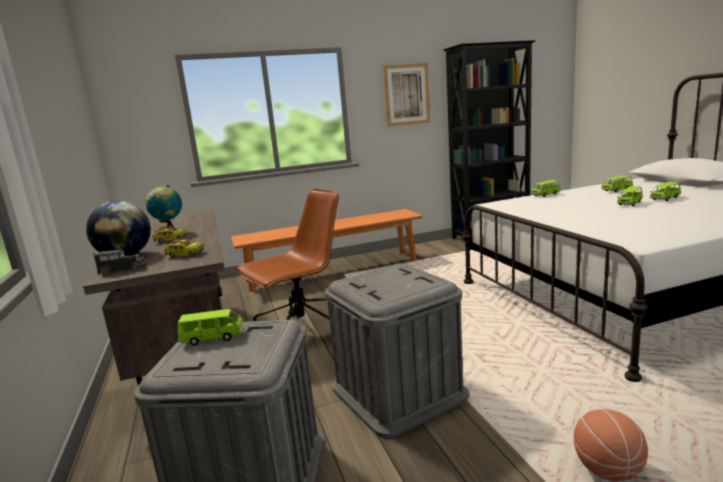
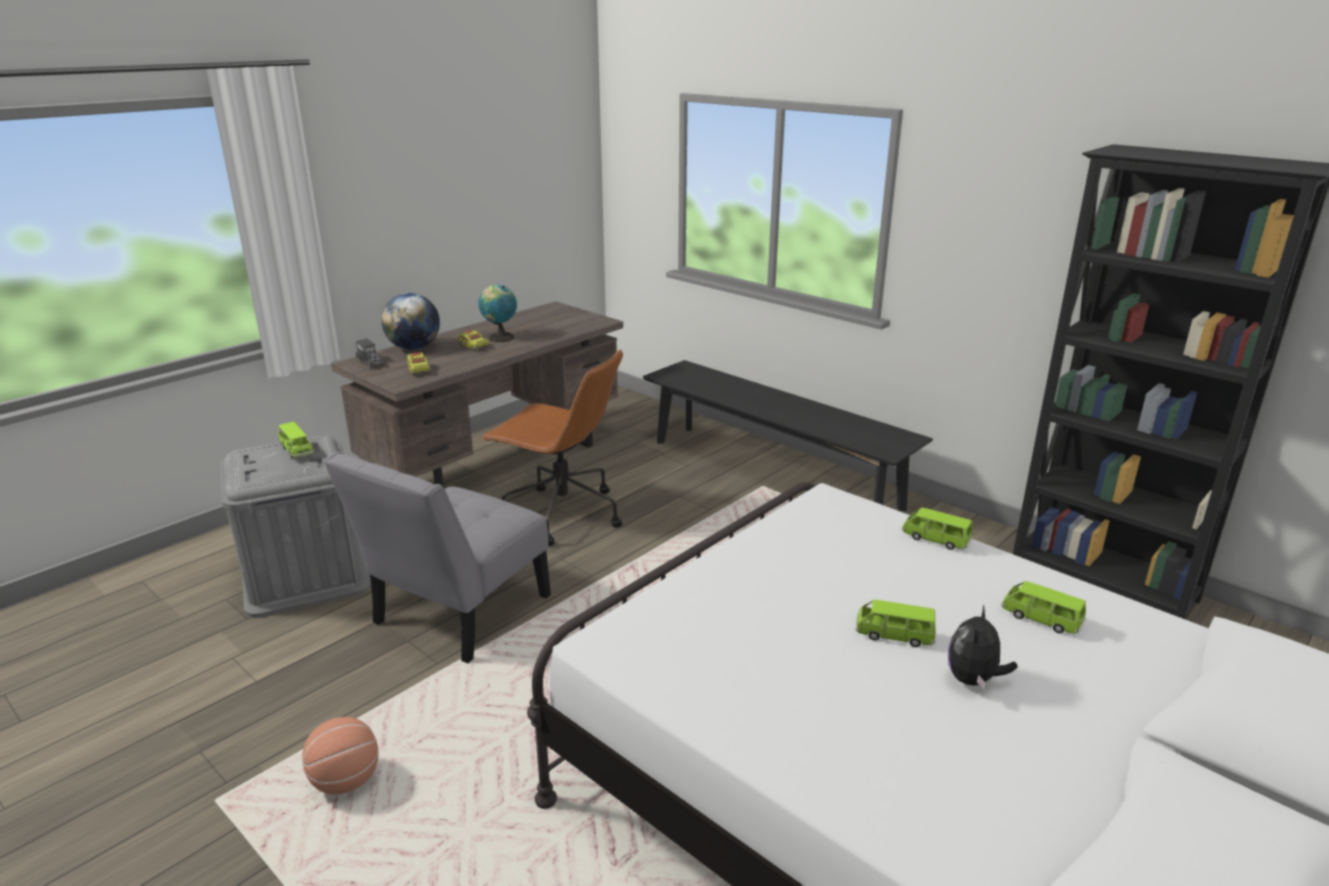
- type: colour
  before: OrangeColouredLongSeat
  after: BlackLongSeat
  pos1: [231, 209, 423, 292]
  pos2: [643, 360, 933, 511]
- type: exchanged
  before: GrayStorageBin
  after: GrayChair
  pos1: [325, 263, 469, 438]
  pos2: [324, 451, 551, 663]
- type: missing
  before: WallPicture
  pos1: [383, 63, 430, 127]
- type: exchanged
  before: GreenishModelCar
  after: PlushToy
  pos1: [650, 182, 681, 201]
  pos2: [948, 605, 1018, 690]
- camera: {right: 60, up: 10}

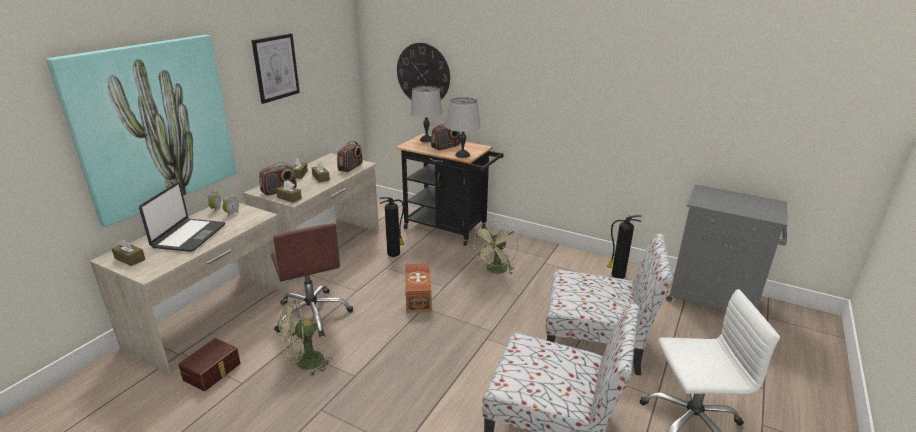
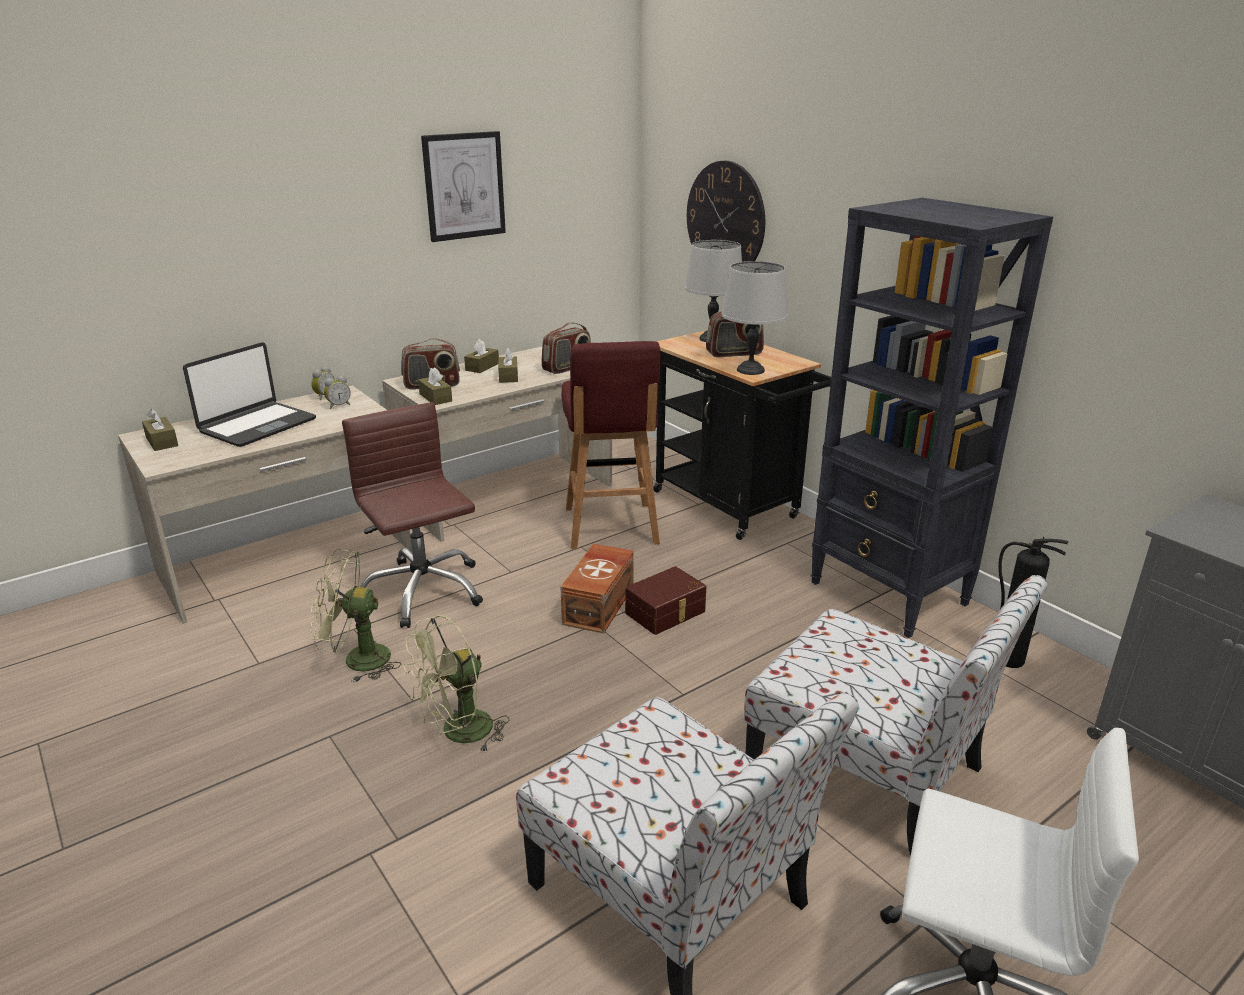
- type: missing
  before: WallPicture
  pos1: [46, 35, 237, 227]
- type: relocated
  before: BrownColouredStorageBin
  pos1: [178, 338, 241, 391]
  pos2: [625, 566, 706, 635]
- type: spun
  before: BrownColouredDeskChair
  pos1: [271, 223, 353, 337]
  pos2: [342, 402, 483, 628]
  turn: 150
- type: exchanged
  before: FireFightingCylinder
  after: RedColouredStoolSeat
  pos1: [380, 197, 404, 257]
  pos2: [562, 341, 661, 550]
- type: relocated
  before: GreenishFan
  pos1: [472, 220, 518, 274]
  pos2: [404, 615, 509, 753]
- type: appeared
  after: BlackShelvingUnit
  pos2: [810, 198, 1053, 638]
- camera: {right: 25, up: 0}

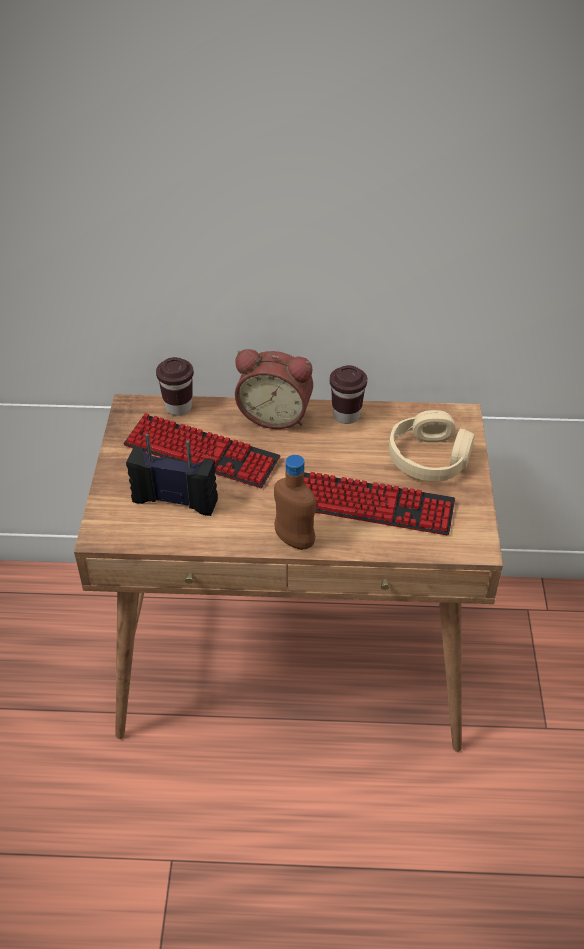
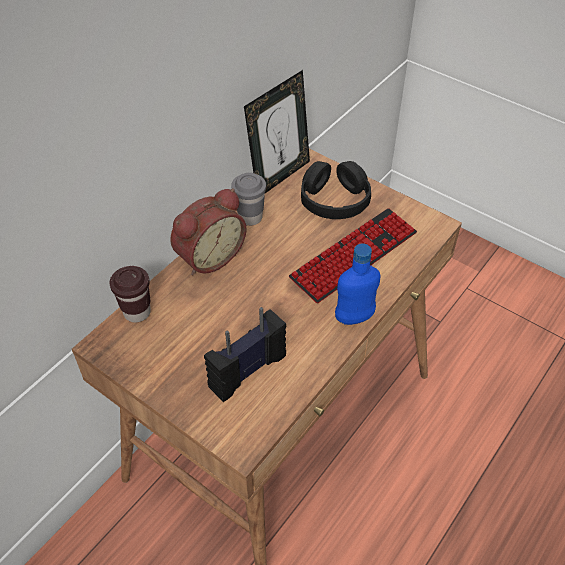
- type: missing
  before: Keyboard
  pos1: [123, 413, 280, 488]
- type: colour
  before: BrownColouredBeverageBottle
  after: BlueBeverageBottle
  pos1: [274, 455, 316, 550]
  pos2: [335, 243, 380, 325]
- type: colour
  before: BrownColouredDrinkingCup
  after: GrayDrinkingCup
  pos1: [330, 365, 367, 424]
  pos2: [231, 173, 266, 226]
- type: colour
  before: SandColouredHeadphones
  after: BlackHeadphones
  pos1: [389, 410, 475, 481]
  pos2: [301, 161, 371, 219]
- type: appeared
  after: PhotoFrame
  pos2: [244, 70, 310, 193]
- camera: {right: -55, up: 5}

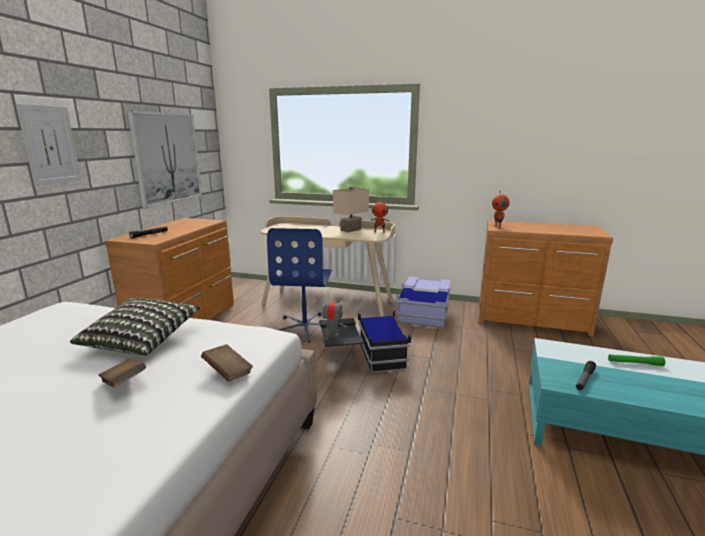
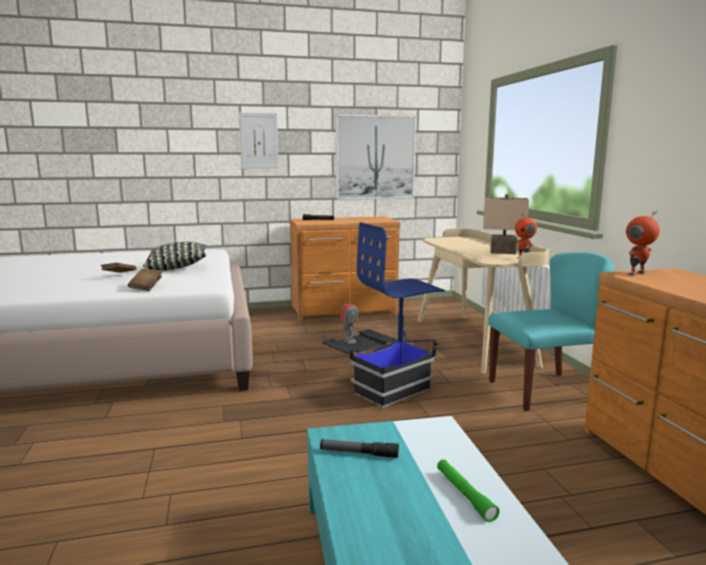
- type: exchanged
  before: BlueStorageBin
  after: TurquoiseColouredChair
  pos1: [396, 276, 451, 328]
  pos2: [488, 252, 614, 411]
- camera: {right: 60, up: -5}

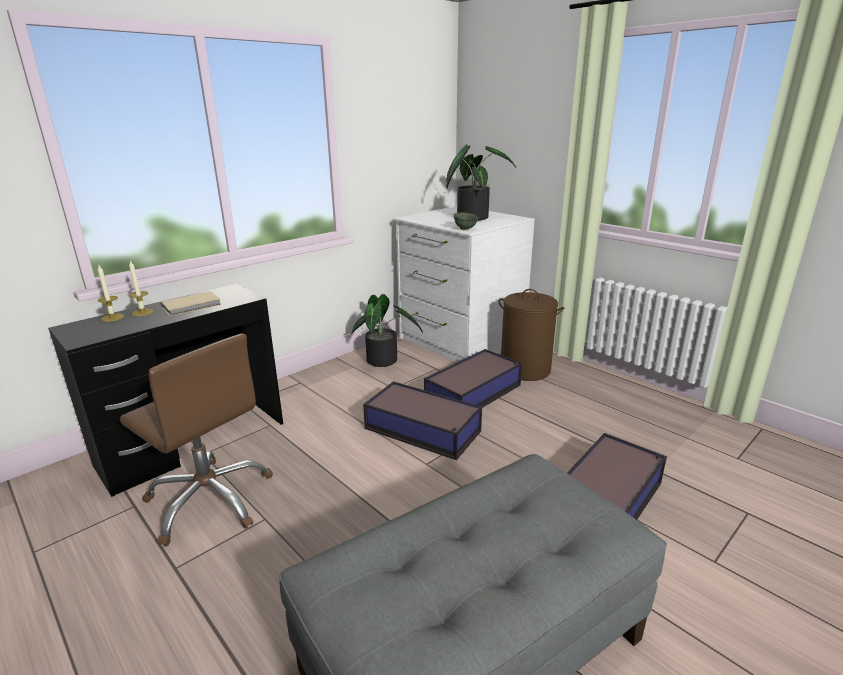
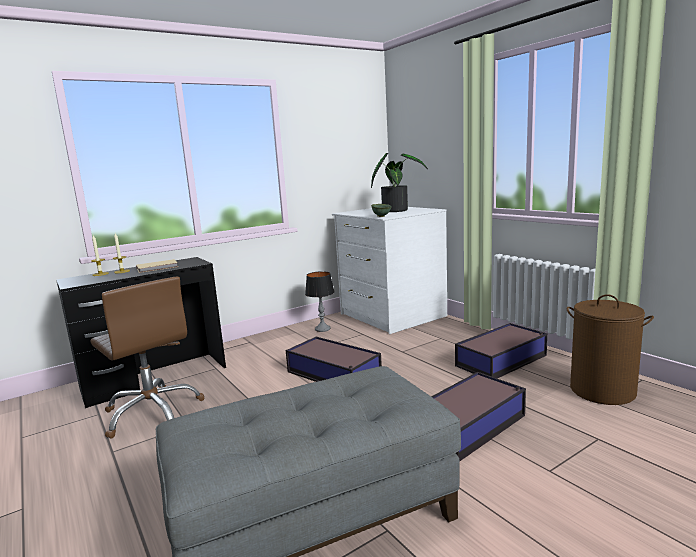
- type: exchanged
  before: PottedPlant
  after: LampForATable
  pos1: [351, 294, 423, 367]
  pos2: [305, 271, 335, 332]
- type: relocated
  before: StorageBin
  pos1: [424, 349, 522, 408]
  pos2: [455, 323, 548, 378]
- type: relocated
  before: BrownColouredWashingBasket
  pos1: [498, 289, 564, 381]
  pos2: [567, 294, 654, 405]
- camera: {right: 10, up: -10}

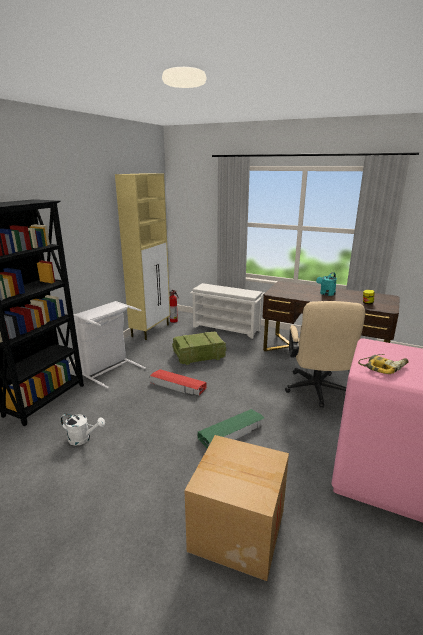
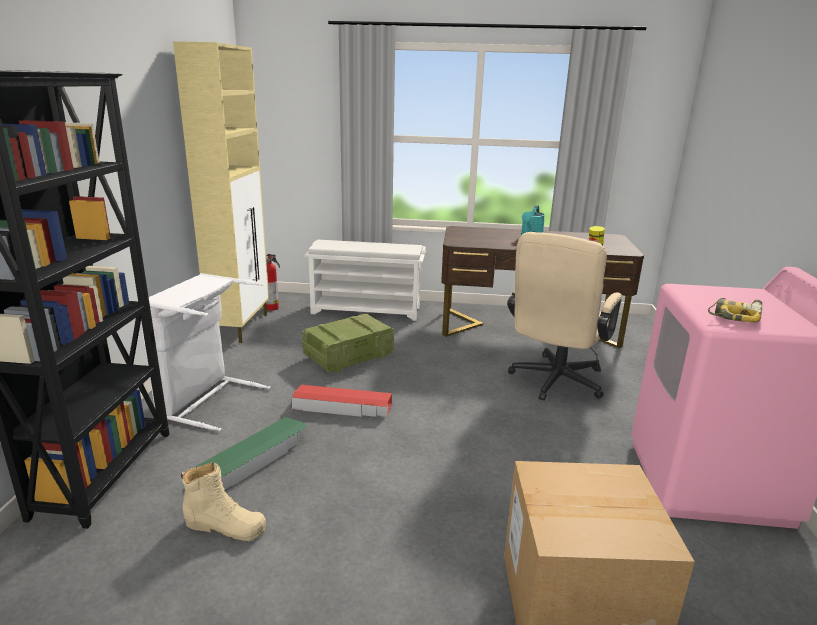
- type: exchanged
  before: WhiteWateringCan
  after: SandColouredBoot
  pos1: [60, 414, 105, 446]
  pos2: [181, 462, 266, 541]
- type: relocated
  before: GreenishStorageBin
  pos1: [198, 409, 264, 449]
  pos2: [196, 417, 308, 491]
- type: spun
  before: SandColouredDeskChair
  pos1: [285, 301, 365, 407]
  pos2: [507, 232, 622, 401]
  turn: 45
- camera: {right: -20, up: 0}

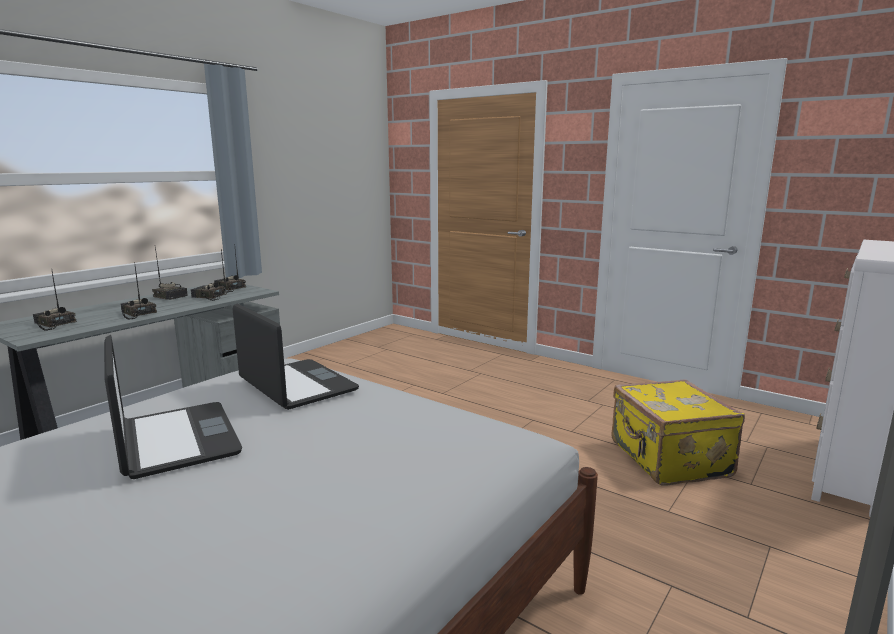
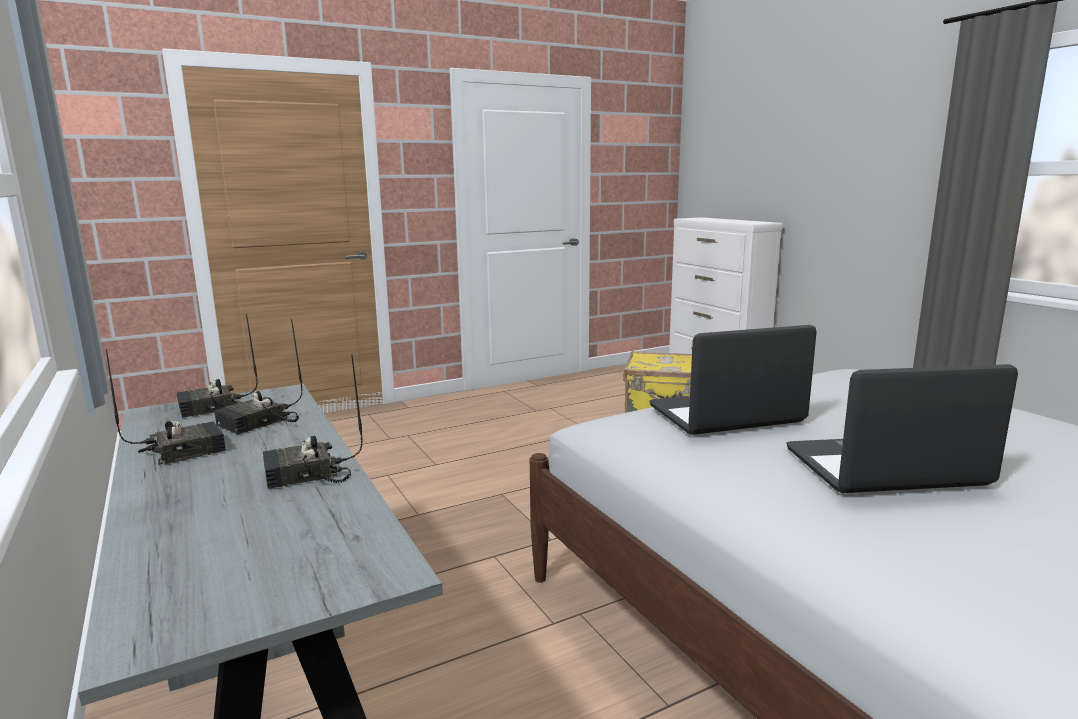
- type: missing
  before: RadioReceiver
  pos1: [33, 272, 77, 330]
- camera: {right: -65, up: 0}

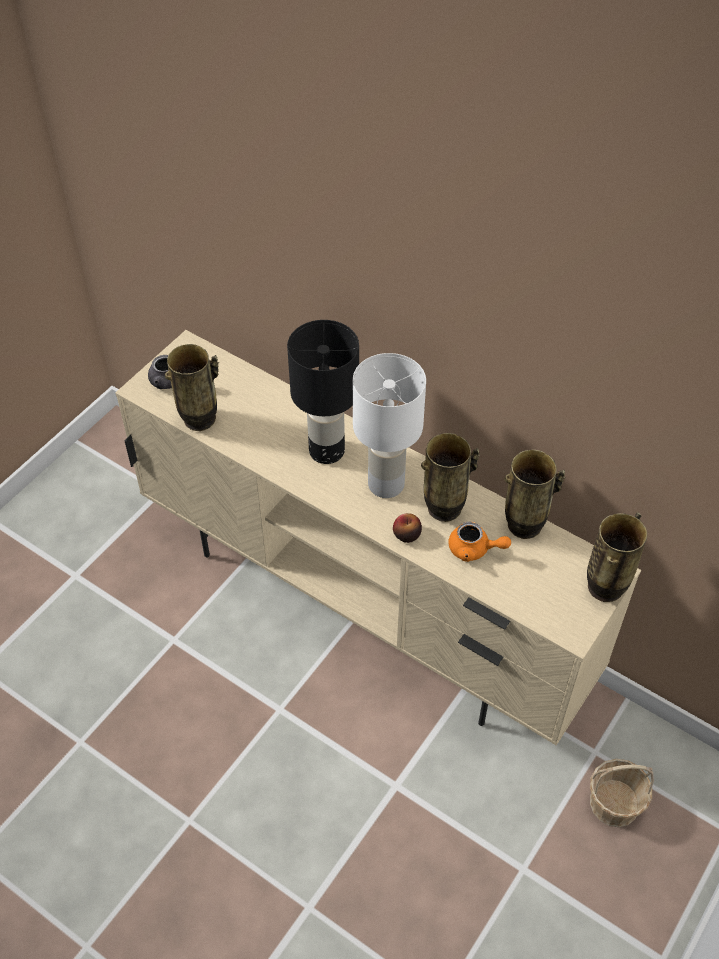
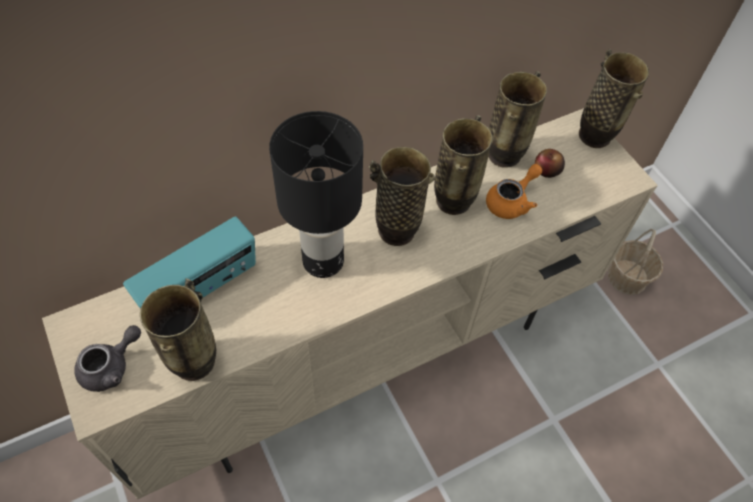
- type: exchanged
  before: WhiteLampForATable
  after: DecorativeVase
  pos1: [353, 353, 426, 498]
  pos2: [369, 147, 435, 246]
- type: relocated
  before: WholeApple
  pos1: [393, 513, 422, 543]
  pos2: [535, 149, 565, 178]
- type: appeared
  after: RadioReceiver
  pos2: [123, 217, 256, 309]
- camera: {right: -65, up: 5}

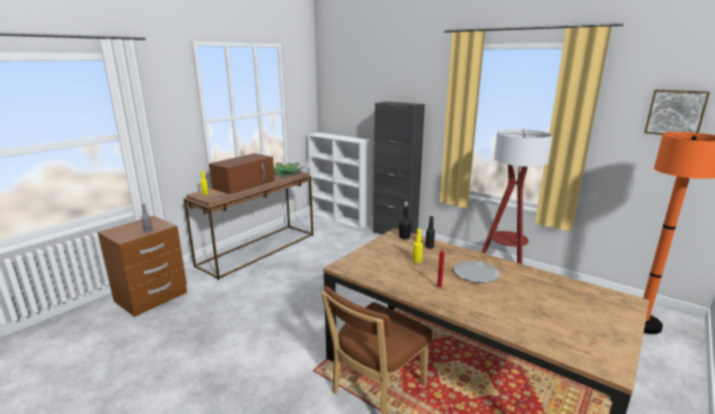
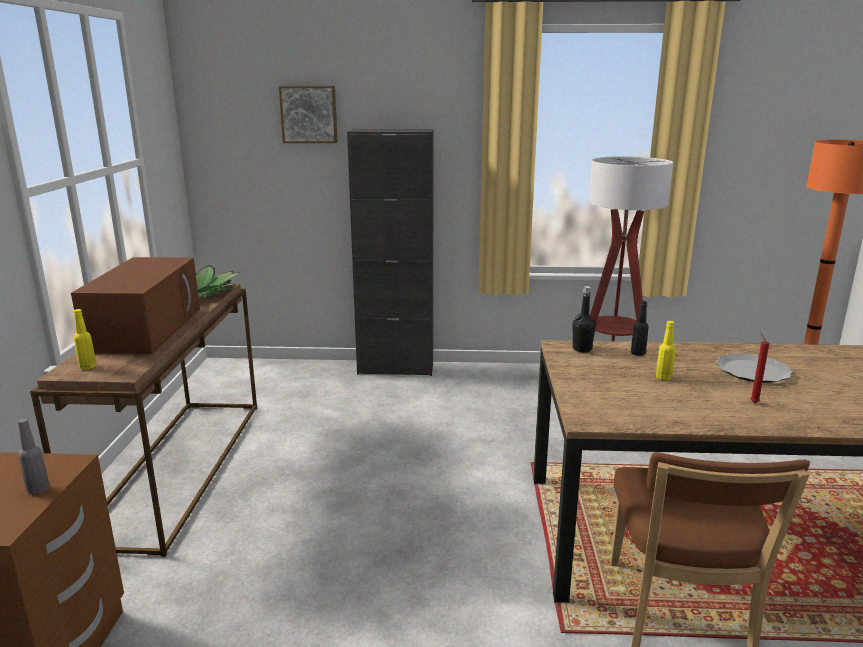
- type: missing
  before: WhiteShelvingUnit
  pos1: [307, 133, 372, 229]
- type: relocated
  before: WallPicture
  pos1: [644, 90, 710, 135]
  pos2: [279, 86, 338, 143]
- camera: {right: -35, up: 0}

